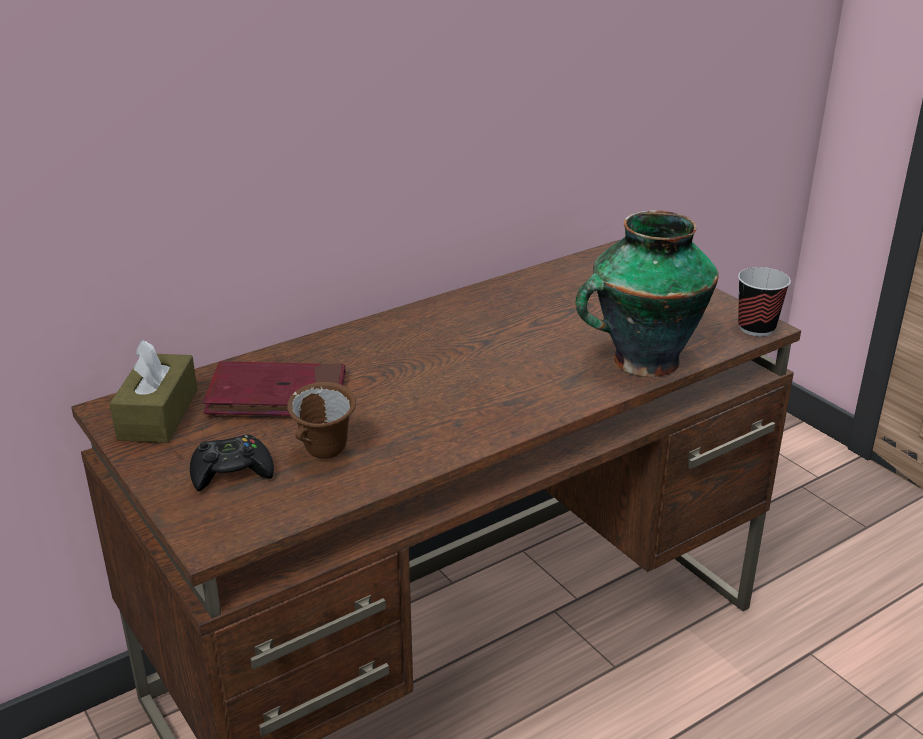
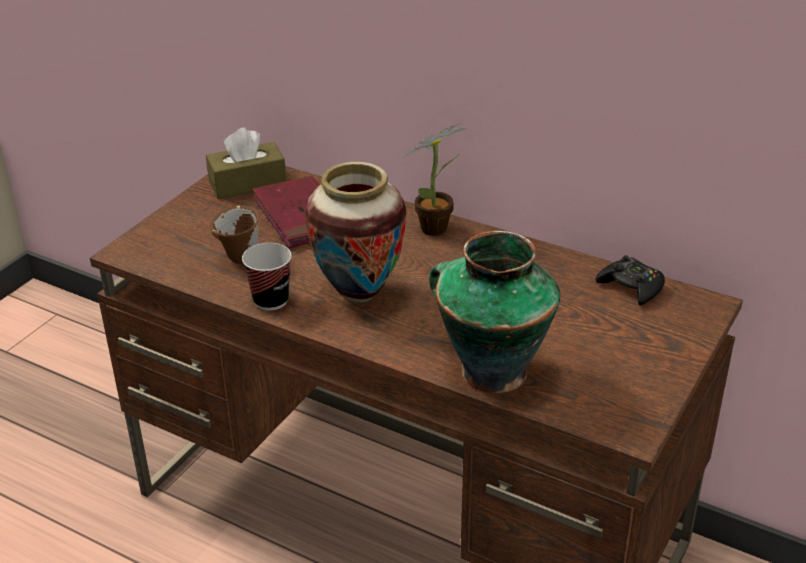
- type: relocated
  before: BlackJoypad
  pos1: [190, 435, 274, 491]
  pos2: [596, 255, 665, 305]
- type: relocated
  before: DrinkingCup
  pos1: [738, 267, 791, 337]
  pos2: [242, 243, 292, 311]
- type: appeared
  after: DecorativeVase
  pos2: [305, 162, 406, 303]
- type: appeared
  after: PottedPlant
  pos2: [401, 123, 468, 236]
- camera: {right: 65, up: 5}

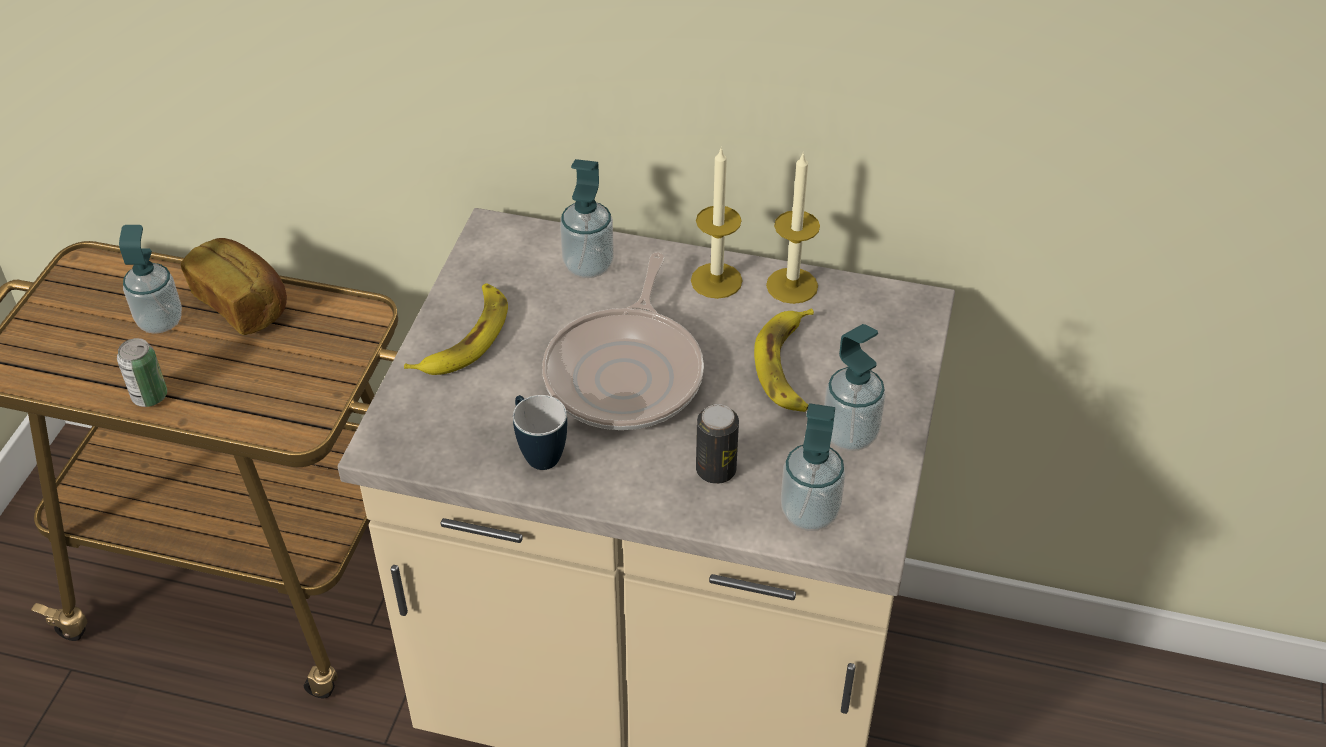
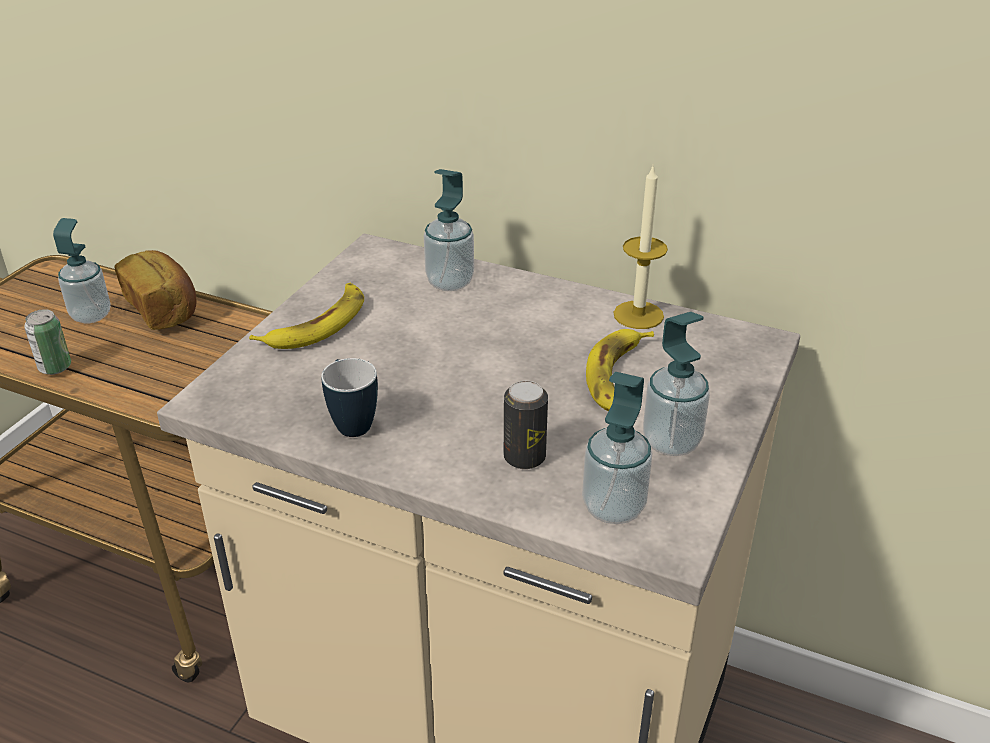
- type: missing
  before: Pan
  pos1: [542, 252, 704, 430]
- type: missing
  before: WaxLight
  pos1: [691, 147, 742, 299]
- camera: {right: 10, up: -10}

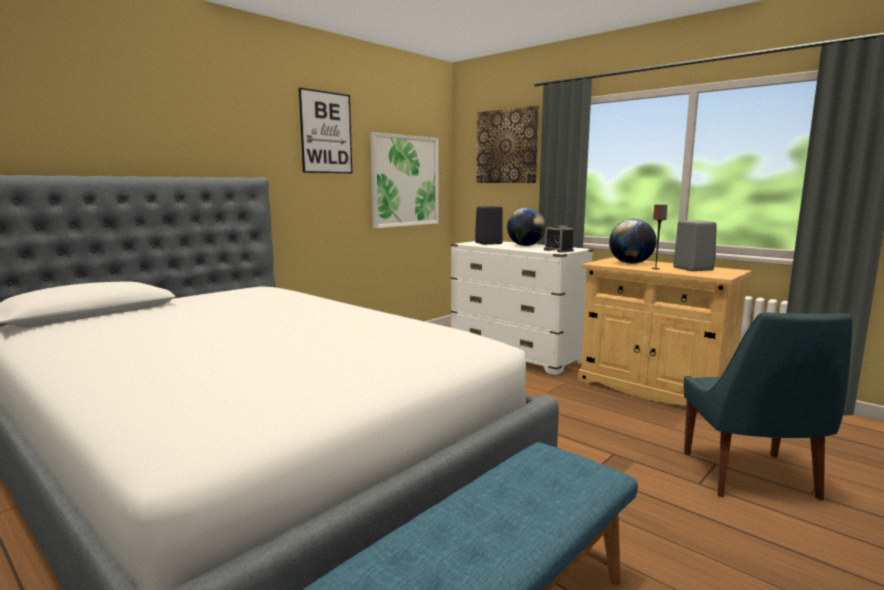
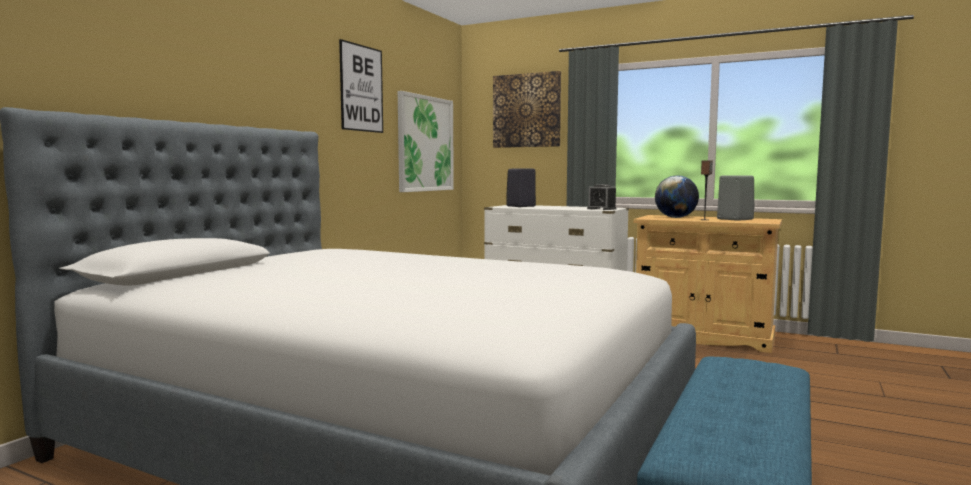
- type: missing
  before: Globe
  pos1: [507, 207, 546, 246]
- type: missing
  before: BlueChair
  pos1: [684, 312, 852, 500]
- camera: {right: -15, up: -5}

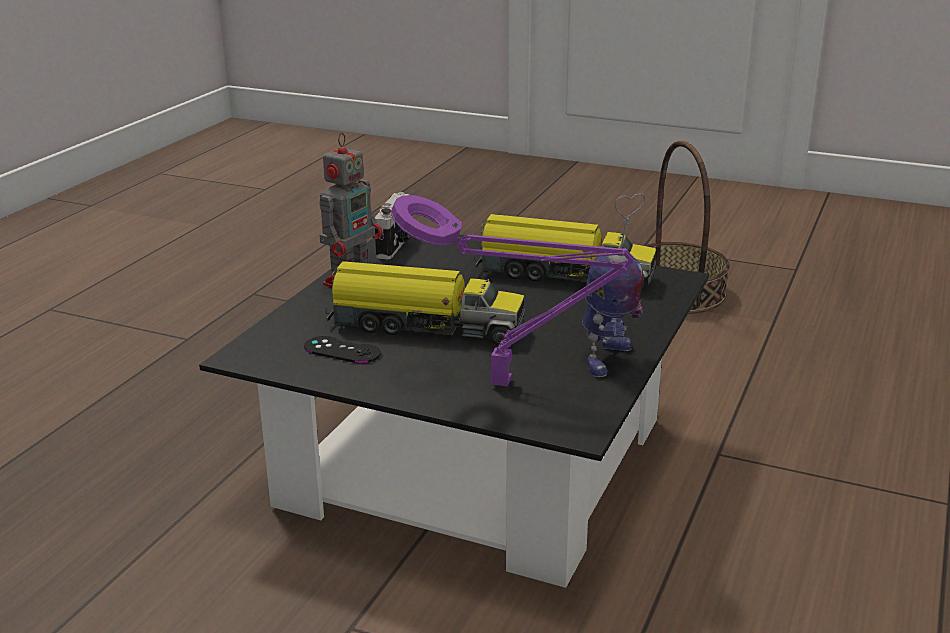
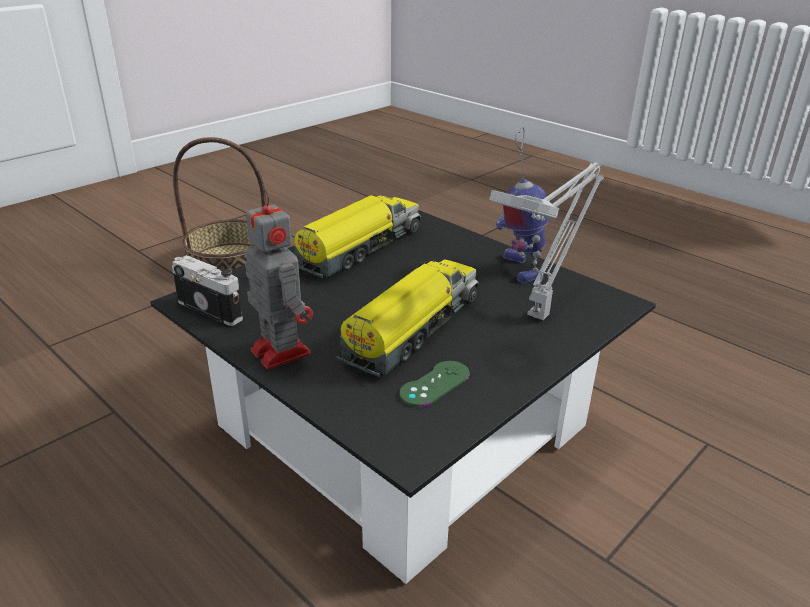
- type: colour
  before: BlackJoypad
  after: GreenishJoypad
  pos1: [304, 336, 381, 363]
  pos2: [400, 361, 470, 407]
- type: colour
  before: PurpleColouredLampForATable
  after: GrayLampForATable
  pos1: [391, 195, 634, 387]
  pos2: [489, 162, 604, 320]
- type: spun
  before: ToyRobot
  pos1: [582, 193, 646, 377]
  pos2: [496, 126, 549, 283]
  turn: -150
- camera: {right: -70, up: 5}

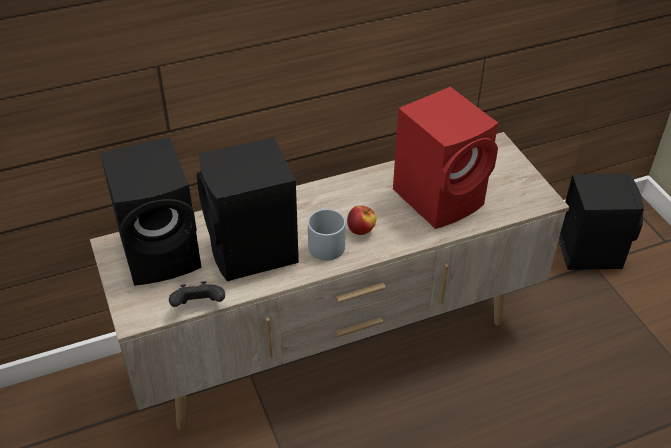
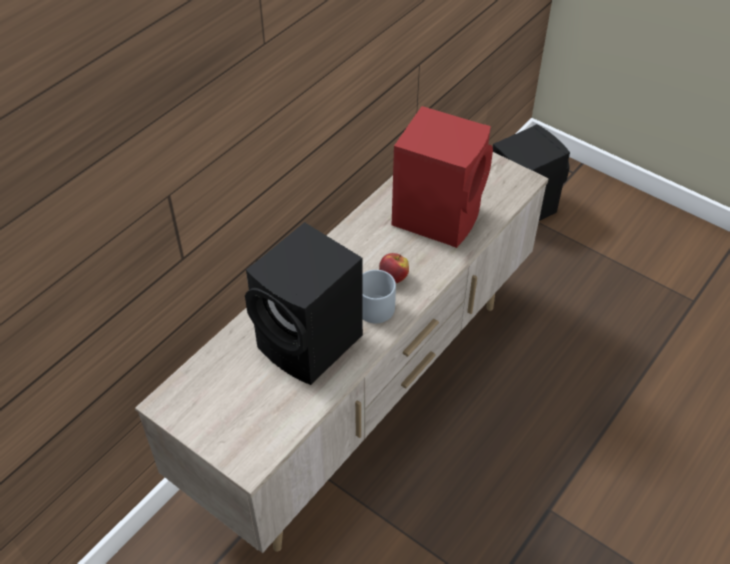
- type: missing
  before: BlackSpeaker
  pos1: [100, 137, 202, 286]
- type: missing
  before: BlackJoypad
  pos1: [169, 281, 225, 307]
- camera: {right: -30, up: 5}

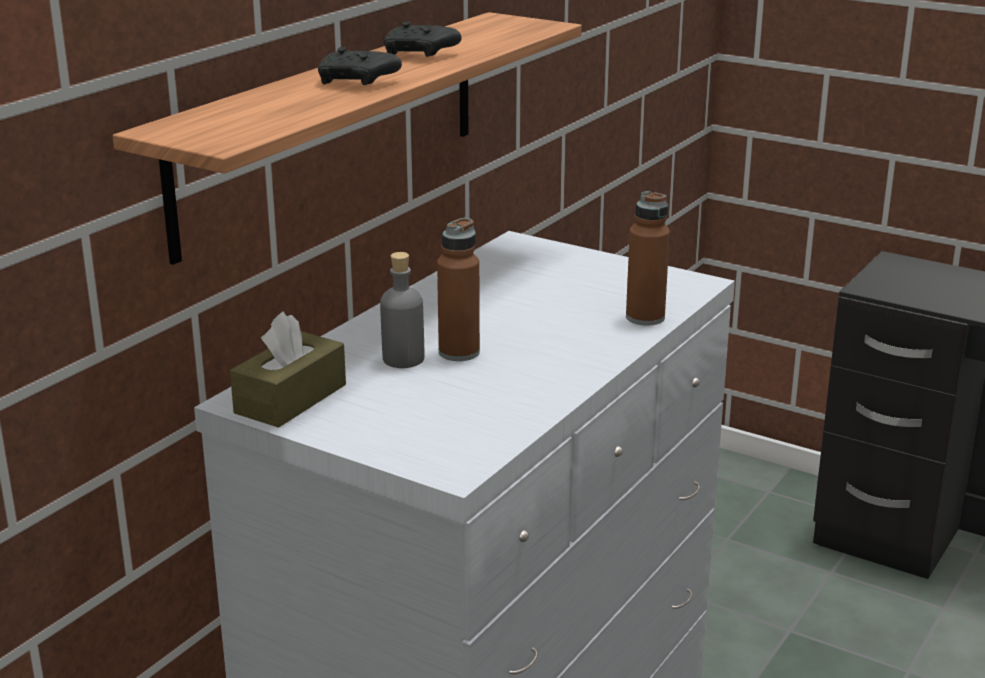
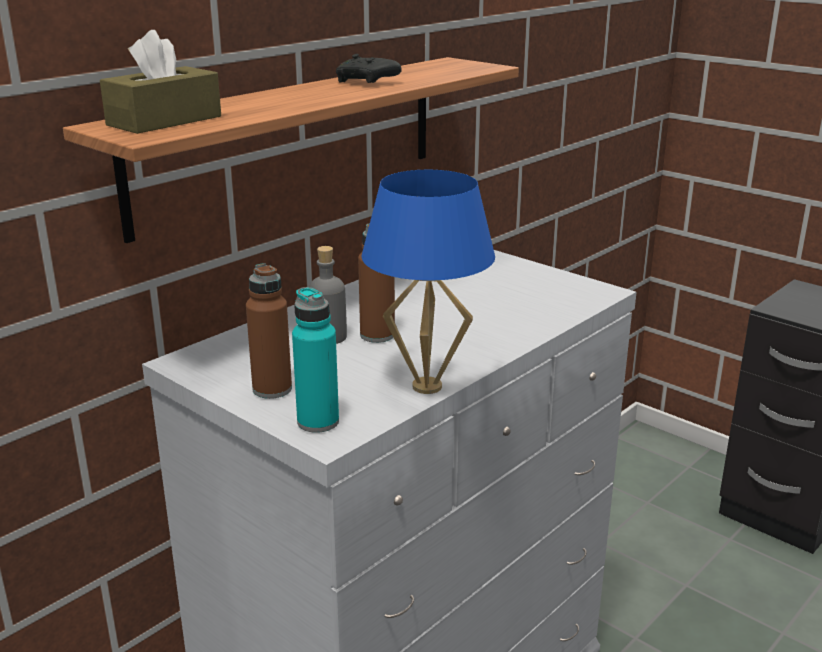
- type: relocated
  before: BrownColouredTissueBox
  pos1: [230, 311, 346, 428]
  pos2: [100, 30, 221, 134]
- type: missing
  before: BlackJoypad
  pos1: [318, 47, 402, 85]
- type: relocated
  before: BrownColouredBeverageBottle
  pos1: [626, 191, 670, 326]
  pos2: [246, 263, 292, 399]
- type: appeared
  after: TurquoiseColouredBeverageBottle
  pos2: [292, 287, 339, 433]
- type: appeared
  after: BlueLampForATable
  pos2: [361, 170, 495, 394]
- camera: {right: 10, up: 0}

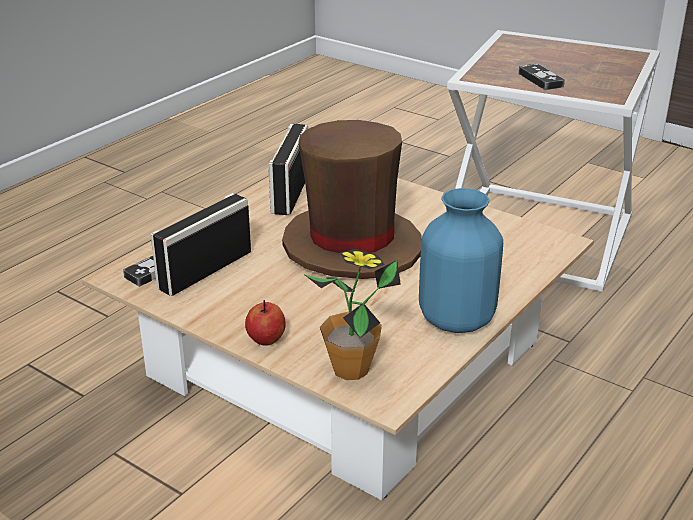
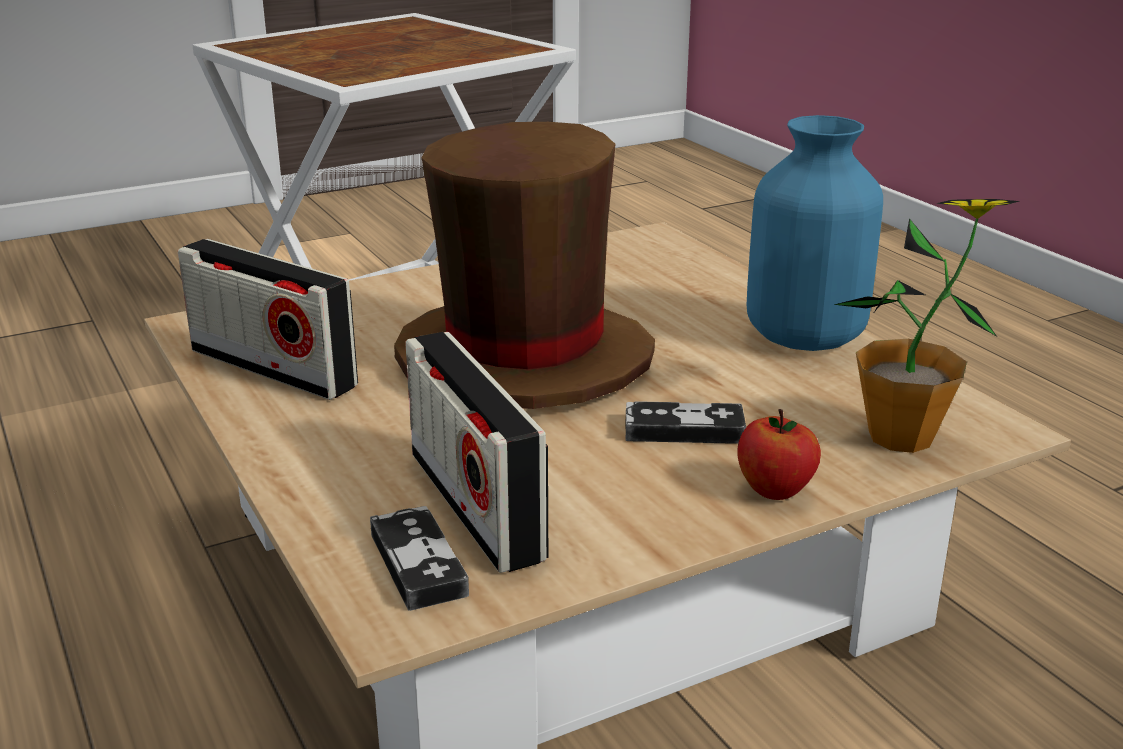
- type: relocated
  before: Joypad
  pos1: [518, 64, 565, 90]
  pos2: [626, 401, 746, 444]
- camera: {right: -65, up: -5}

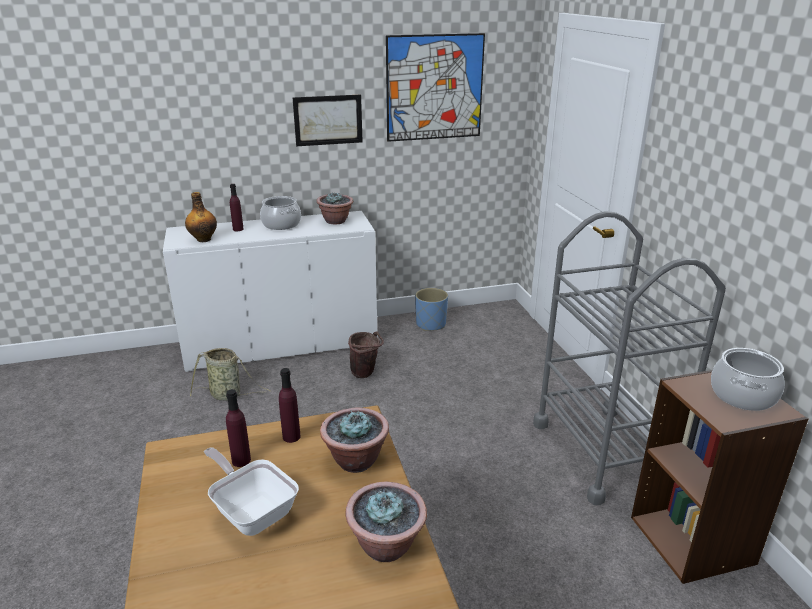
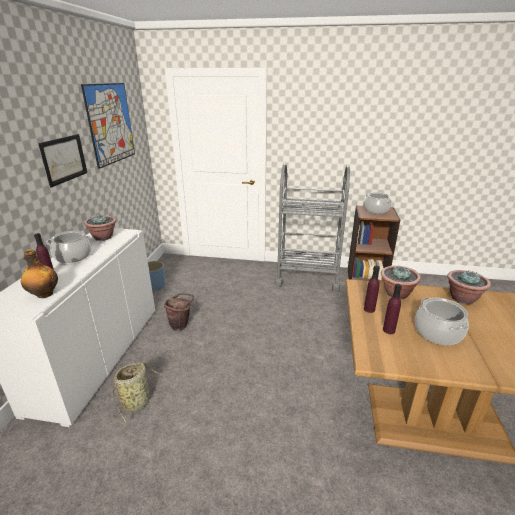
- type: exchanged
  before: Pan
  after: Stockpot
  pos1: [204, 447, 299, 536]
  pos2: [415, 297, 469, 345]
- camera: {right: -65, up: 0}

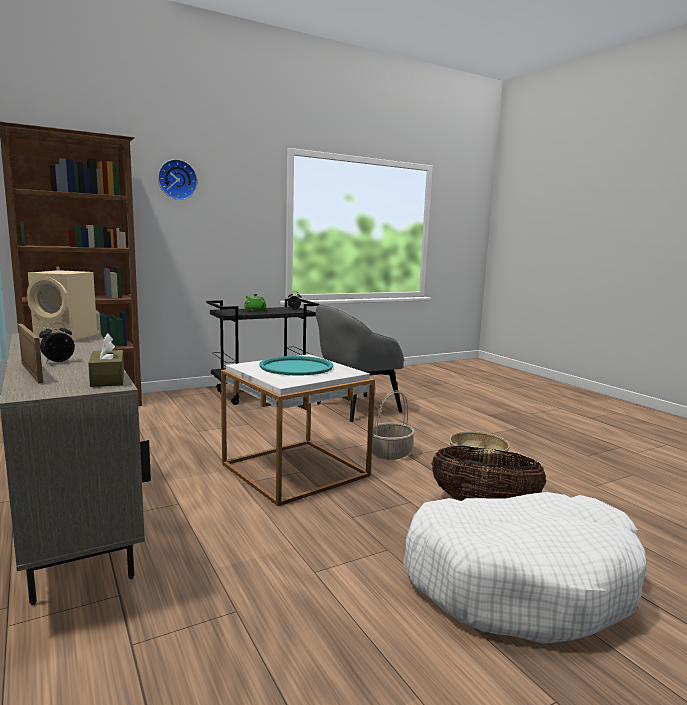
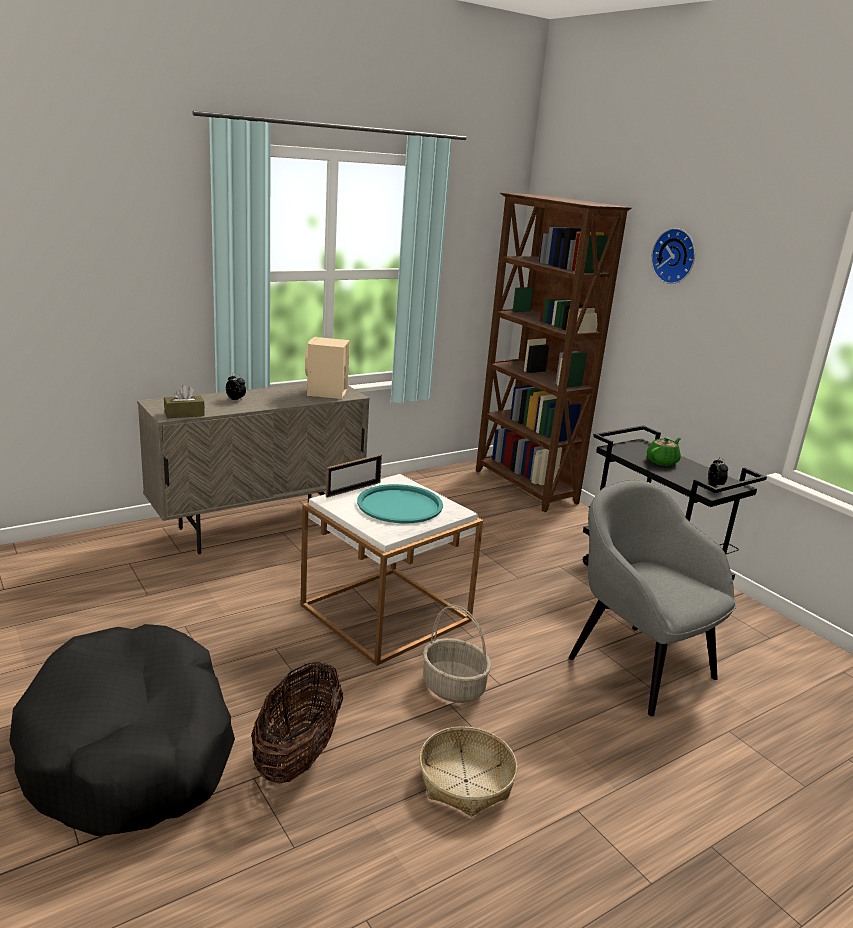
- type: relocated
  before: PhotoFrame
  pos1: [18, 324, 43, 384]
  pos2: [326, 454, 382, 498]
- type: colour
  before: WhiteDogCushion
  after: BlackDogCushion
  pos1: [403, 492, 647, 644]
  pos2: [9, 624, 235, 836]
- camera: {right: 85, up: 10}

